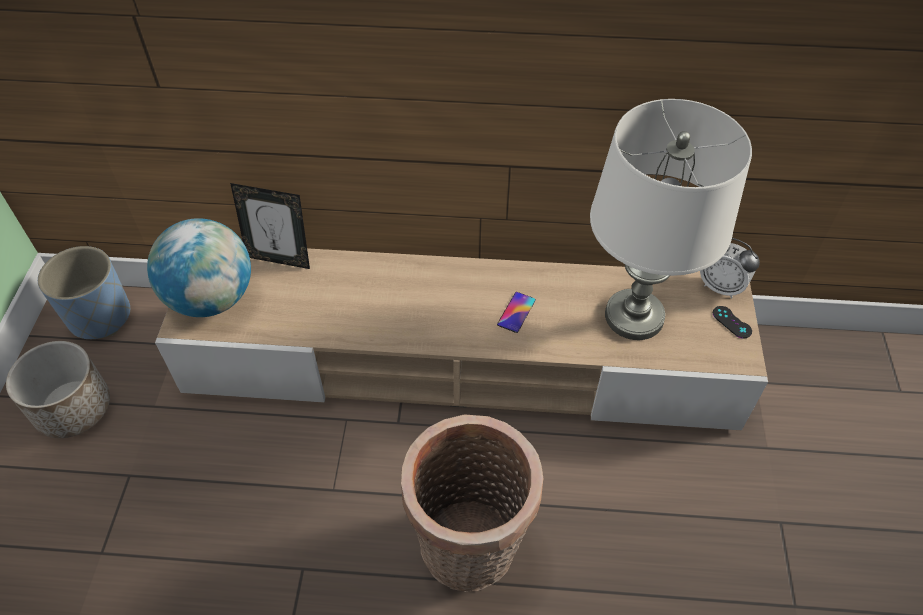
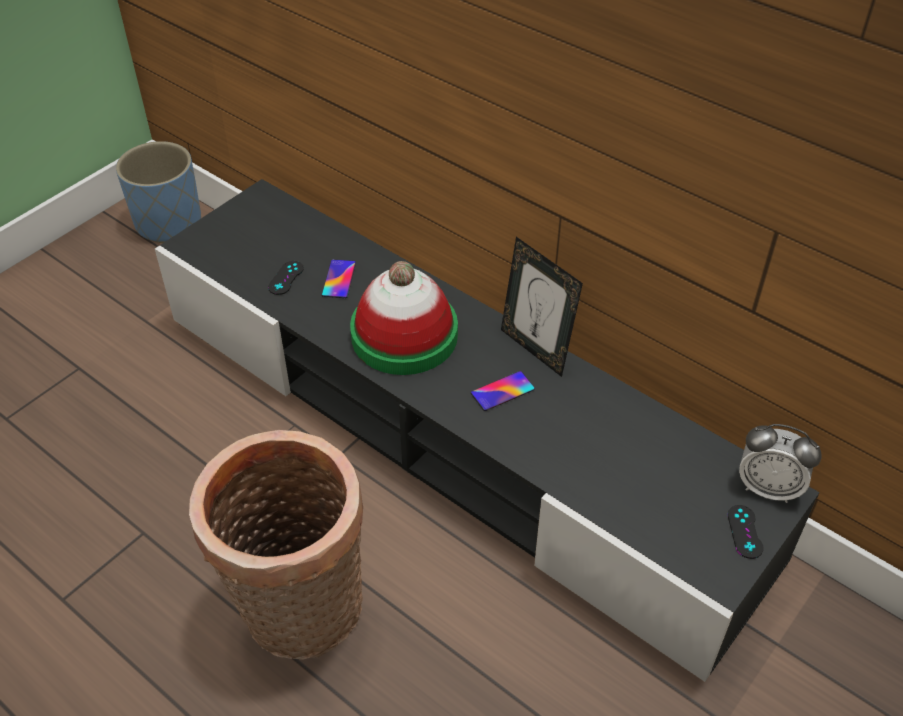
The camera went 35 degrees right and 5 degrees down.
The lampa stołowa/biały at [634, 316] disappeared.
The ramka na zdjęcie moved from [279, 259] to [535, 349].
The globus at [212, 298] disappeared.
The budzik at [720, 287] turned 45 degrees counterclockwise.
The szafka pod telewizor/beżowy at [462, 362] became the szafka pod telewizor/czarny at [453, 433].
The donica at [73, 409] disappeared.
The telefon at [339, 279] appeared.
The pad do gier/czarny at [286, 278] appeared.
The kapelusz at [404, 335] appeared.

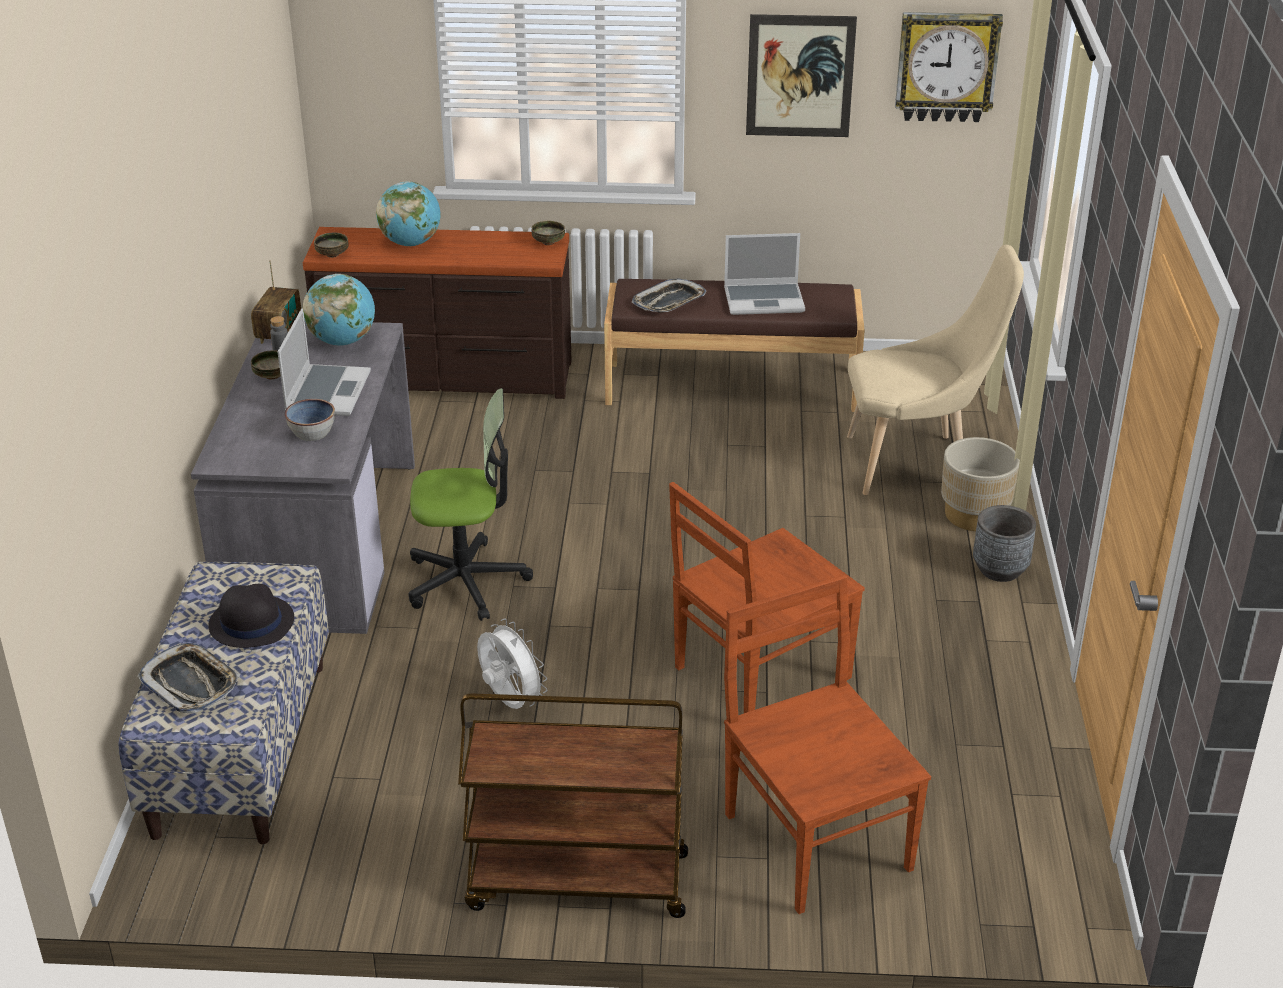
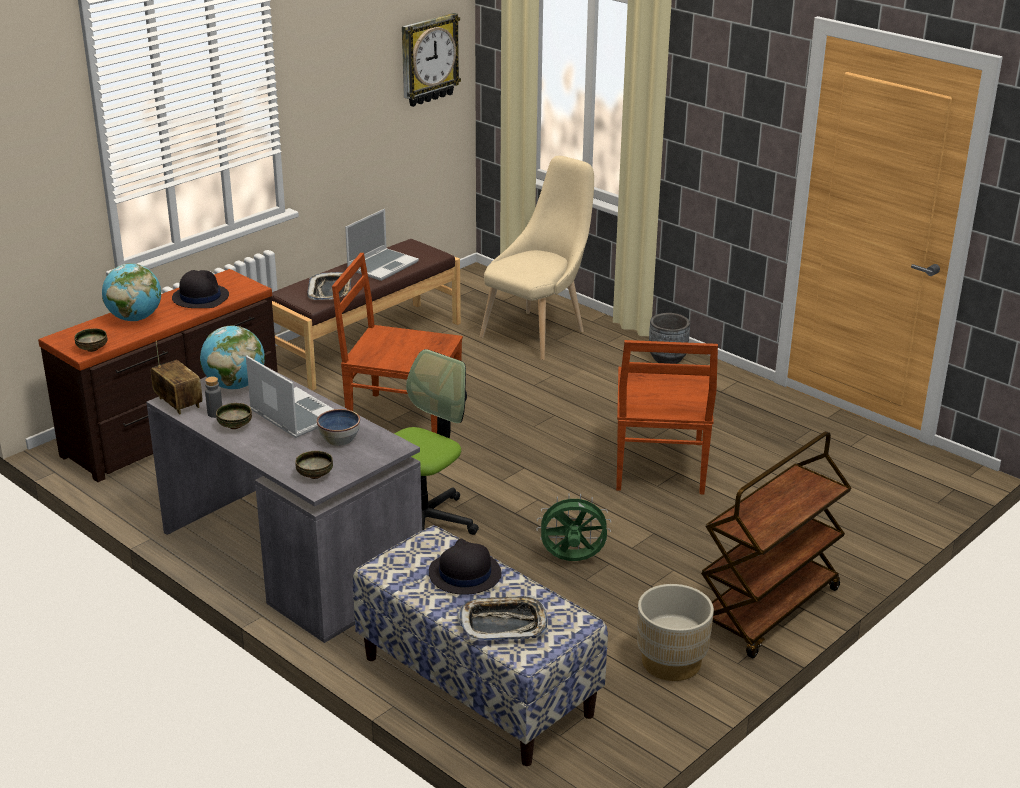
The camera went 50 degrees left and 5 degrees down.
The obraz at [800, 76] disappeared.
The miska moved from [548, 242] to [314, 475].
The donica/beżowy moved from [974, 515] to [671, 662].
The krzesło/brązowy moved from [815, 838] to [401, 418].
The wentylator/biały at [509, 702] became the wentylator/zielony at [572, 560].
The kapelusz/czarny at [200, 297] appeared.

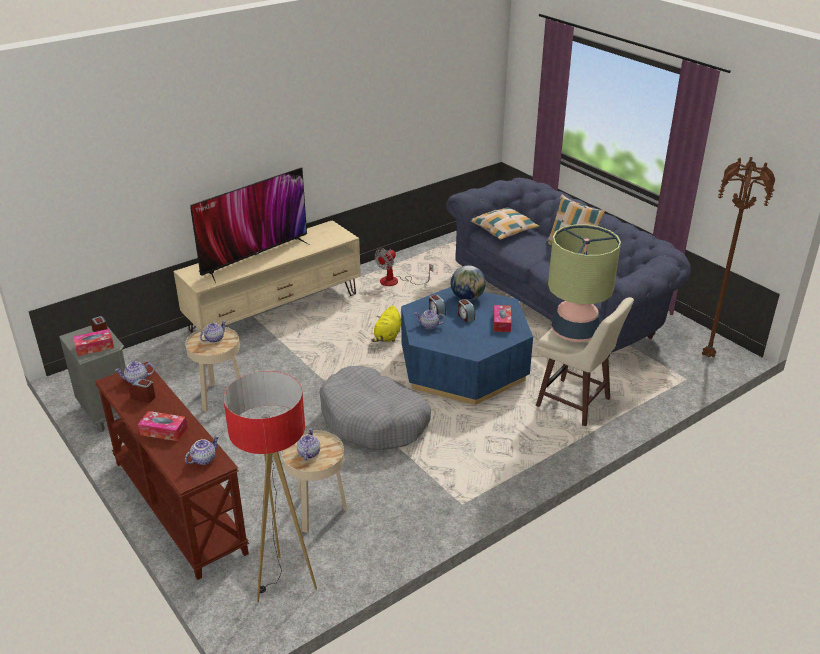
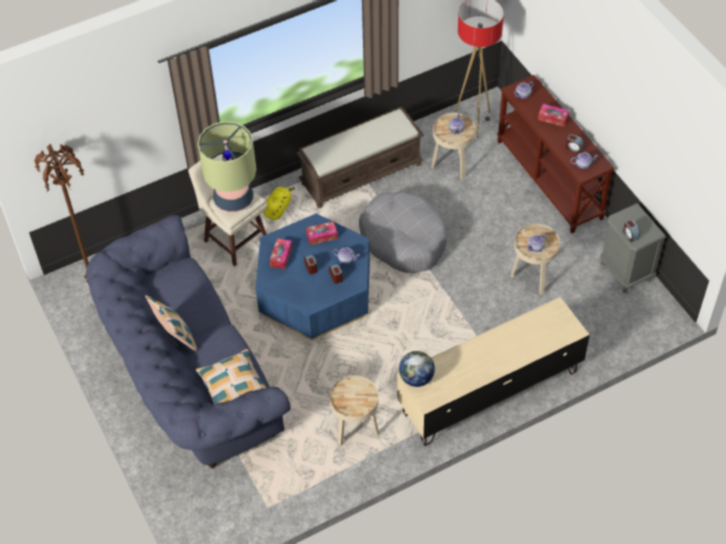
The camera went 170 degrees left and 20 degrees up.
The telewizor at [254, 257] disappeared.
The wentylator at [396, 282] was replaced by the stolik/beżowy at [355, 429].
The globus moved from [467, 298] to [416, 378].
The pluszak/żółty moved from [387, 336] to [278, 209].
The pudełko chusteczek moved from [94, 347] to [322, 236].
The ławka/brązowy at [361, 173] appeared.

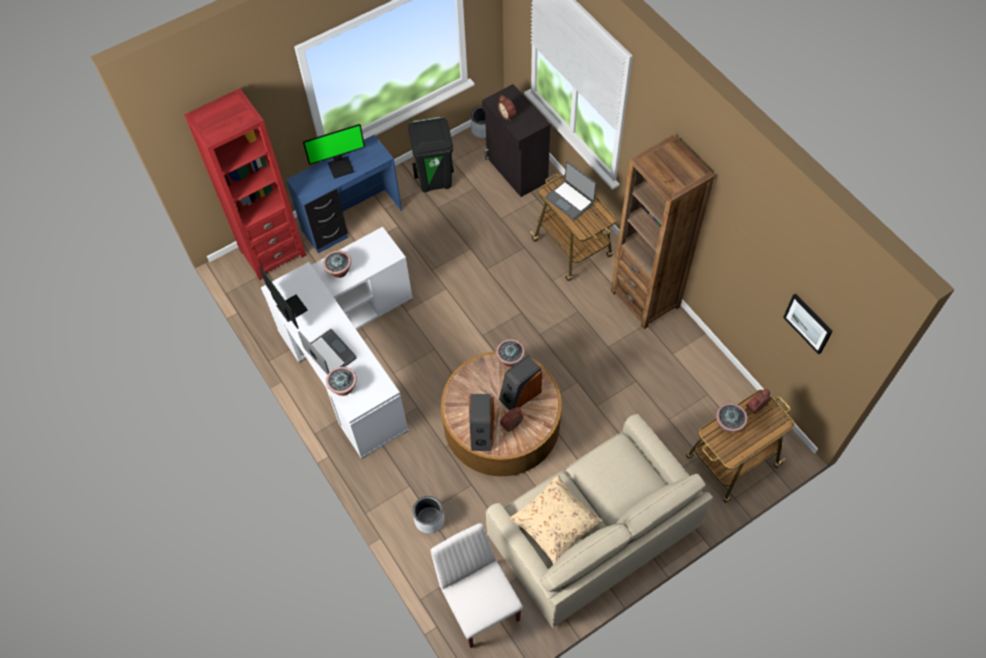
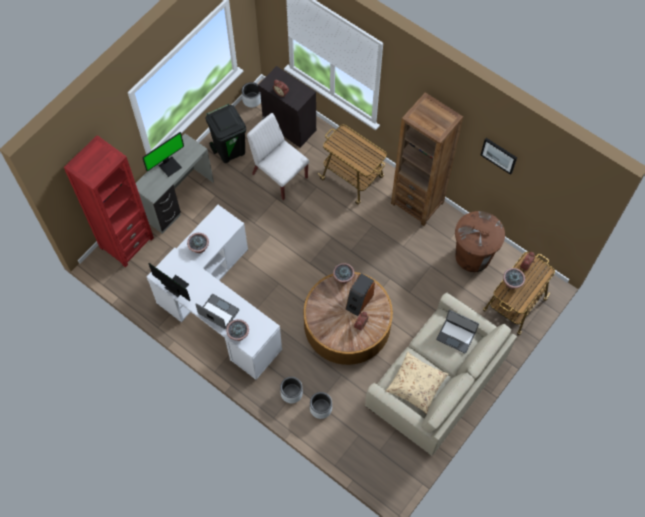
The camera went 20 degrees left and 5 degrees up.
The biurko/niebieski at [352, 221] became the biurko/szary at [179, 200].
The laptop moved from [570, 200] to [456, 335].
The obraz moved from [808, 323] to [499, 155].
The głośnik at [481, 432] disappeared.
The krzesło/biały moved from [478, 603] to [279, 175].
The kosz na śmieci/brązowy at [473, 256] appeared.
The donica/szary at [291, 393] appeared.

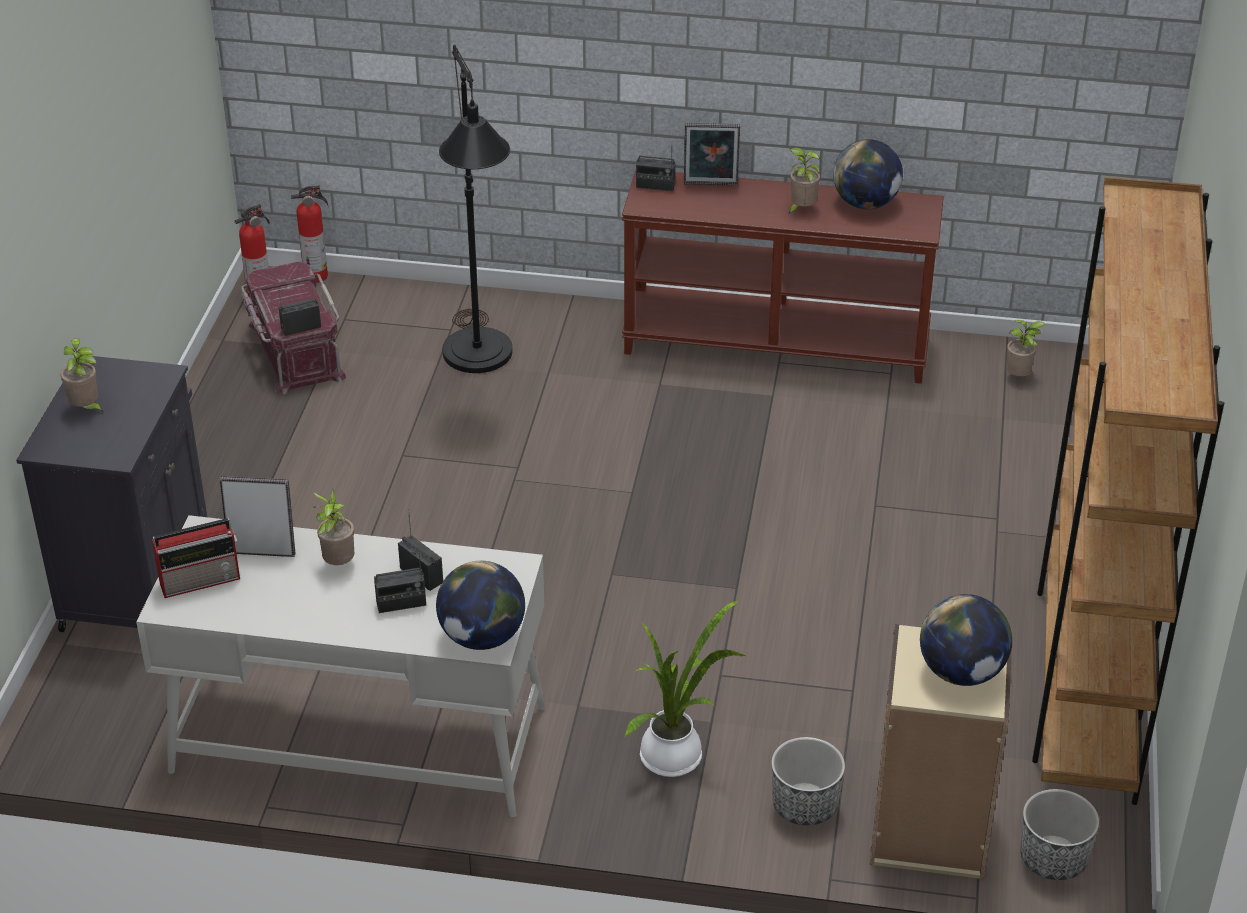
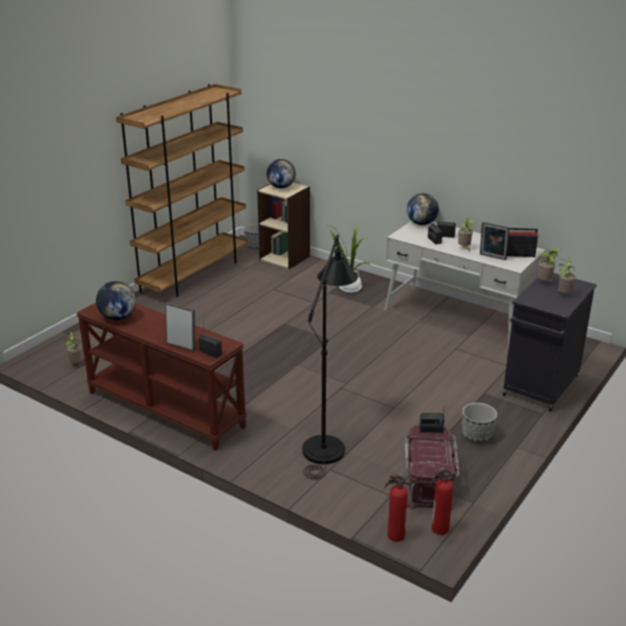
The camera went 155 degrees left and 10 degrees down.
The roślina doniczkowa moved from [801, 209] to [545, 283].
The donica moved from [805, 805] to [476, 435].

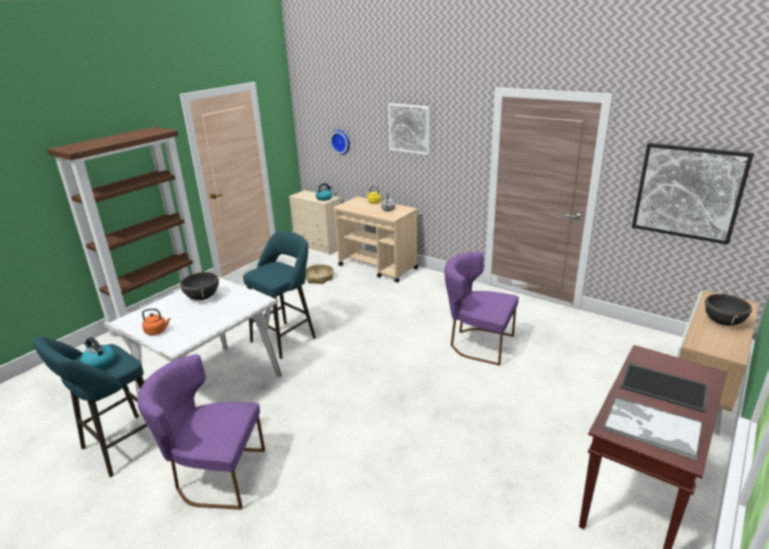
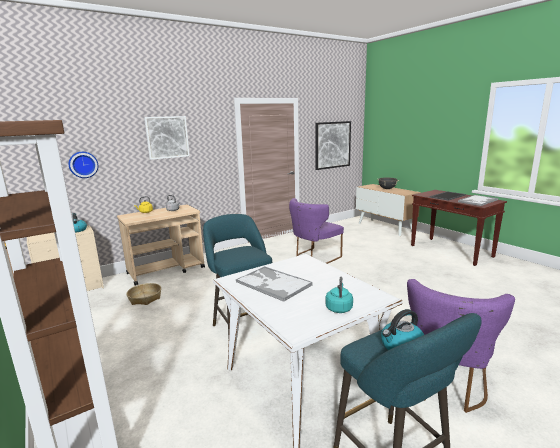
The camera went 70 degrees left and 10 degrees down.
The garnek/czarny at [202, 298] was replaced by the taca at [272, 283].
The czajnik/pomarańczowy at [157, 331] became the czajnik/turkusowy at [339, 308].

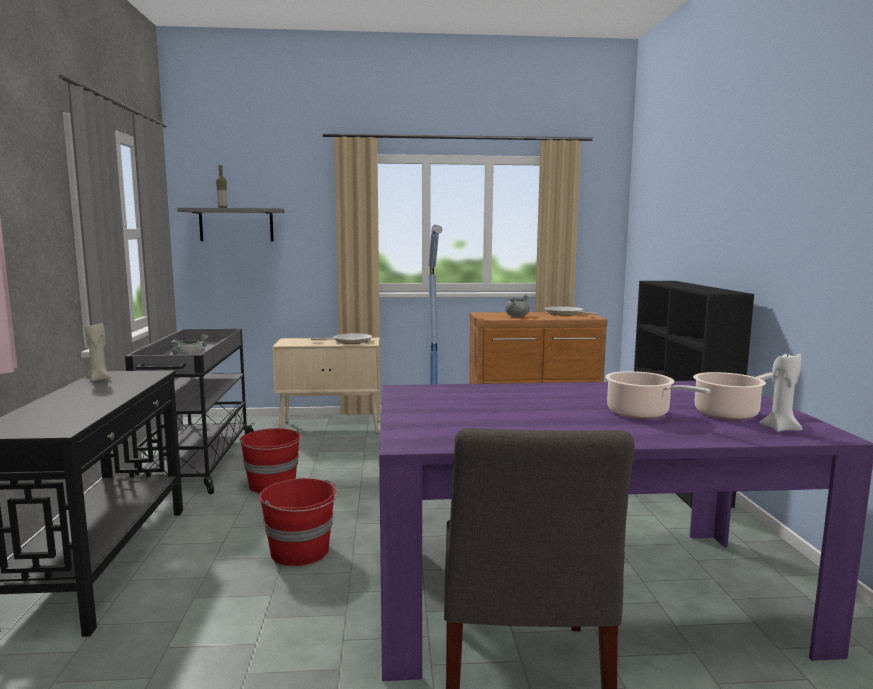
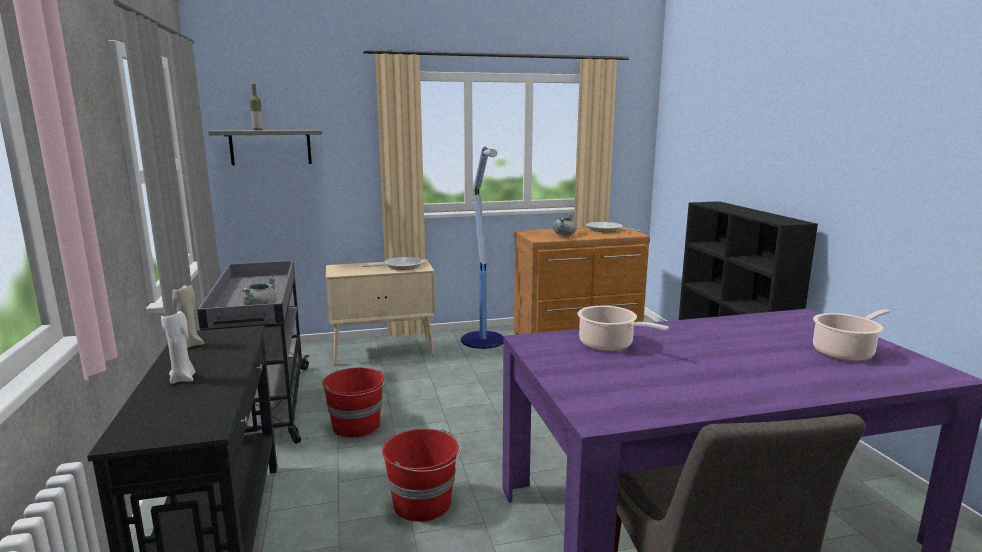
The camera went 10 degrees left and 5 degrees up.
The świeca/biały moved from [780, 429] to [183, 379].
The garnek moved from [641, 413] to [609, 345].

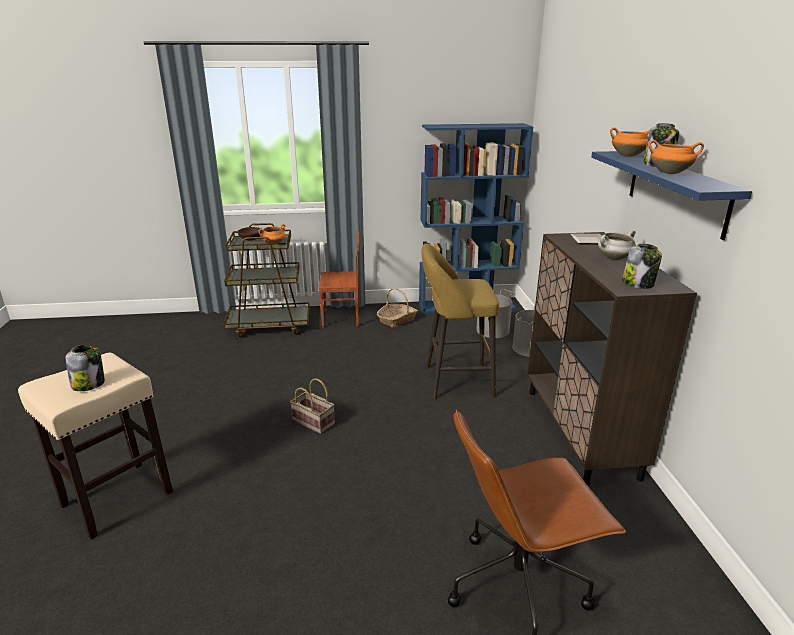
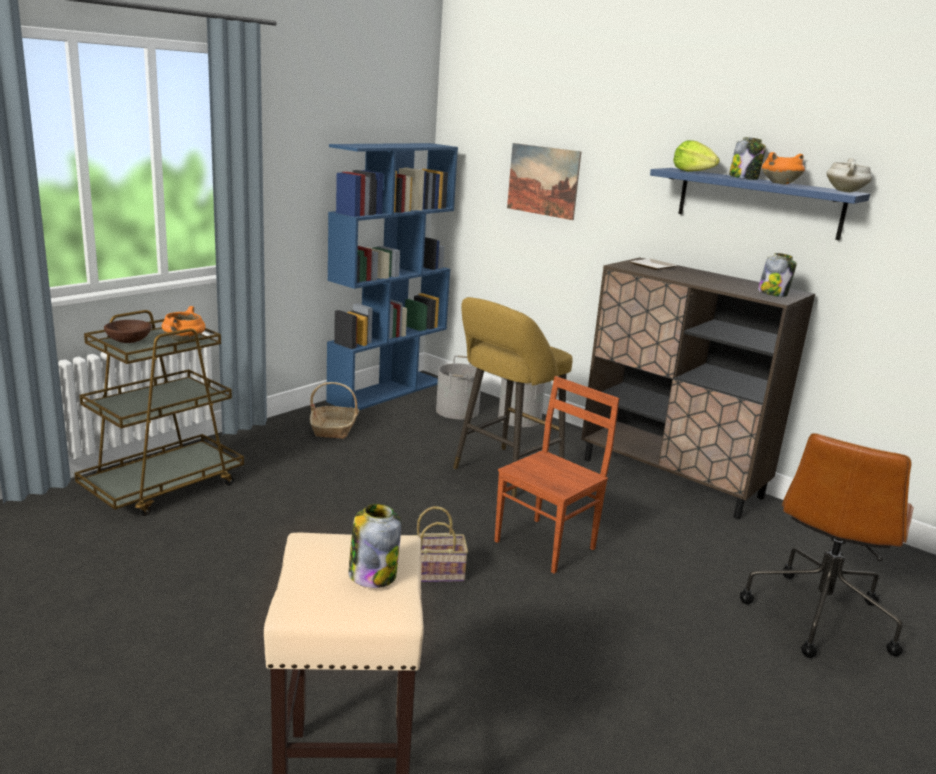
The camera went 45 degrees left and 5 degrees down.
The garnek/pomarańczowy at [628, 155] was replaced by the sałata at [692, 171].
The garnek/biały moved from [614, 258] to [846, 191].
The krzesło/brązowy moved from [342, 318] to [547, 545].
The obraz at [543, 181] appeared.

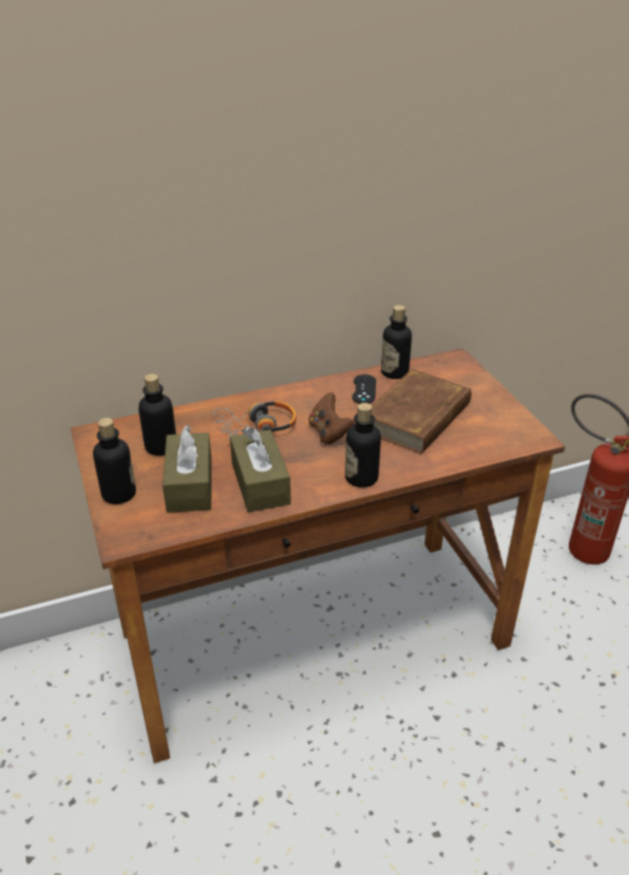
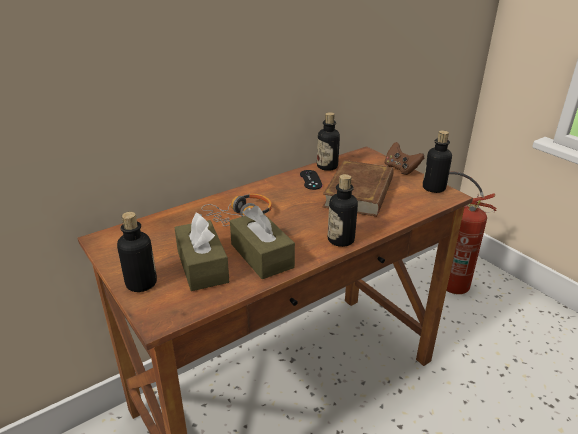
The camera went 15 degrees left and 5 degrees down.
The butelka moved from [161, 447] to [433, 188].
The pad do gier/brązowy moved from [329, 433] to [401, 169].

